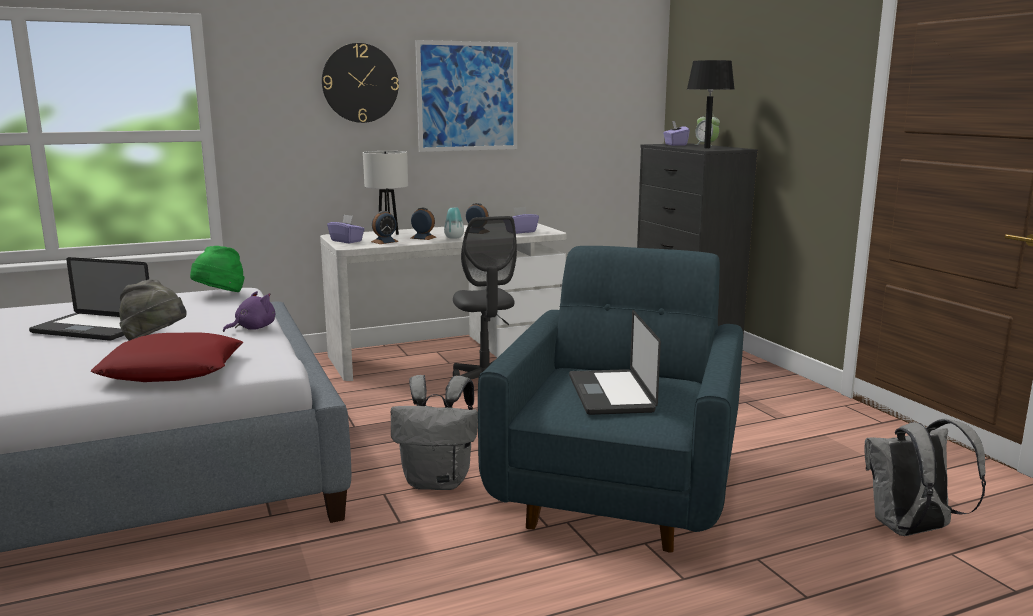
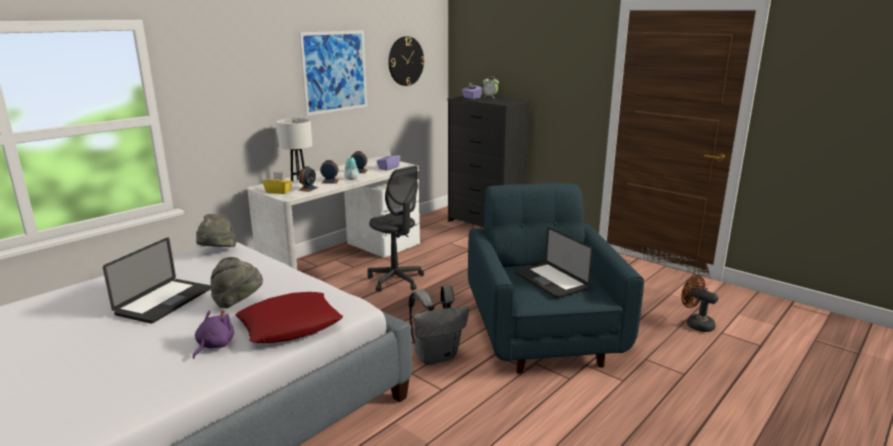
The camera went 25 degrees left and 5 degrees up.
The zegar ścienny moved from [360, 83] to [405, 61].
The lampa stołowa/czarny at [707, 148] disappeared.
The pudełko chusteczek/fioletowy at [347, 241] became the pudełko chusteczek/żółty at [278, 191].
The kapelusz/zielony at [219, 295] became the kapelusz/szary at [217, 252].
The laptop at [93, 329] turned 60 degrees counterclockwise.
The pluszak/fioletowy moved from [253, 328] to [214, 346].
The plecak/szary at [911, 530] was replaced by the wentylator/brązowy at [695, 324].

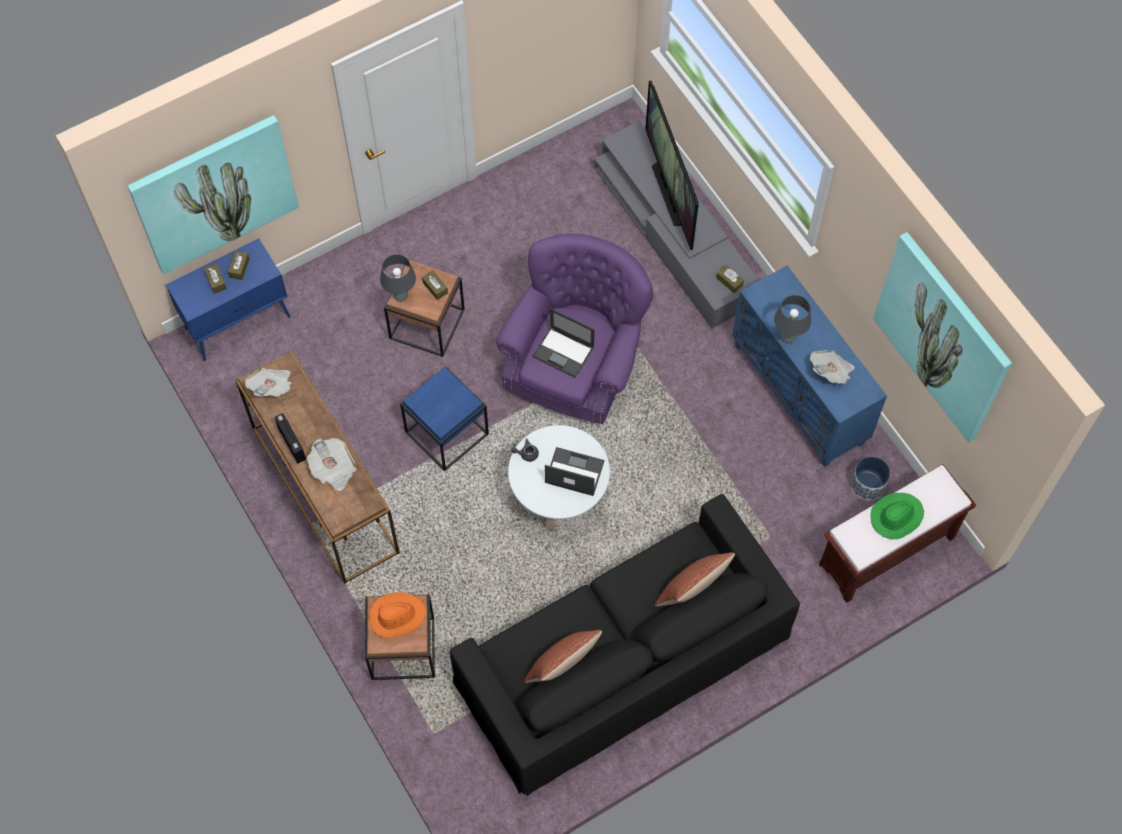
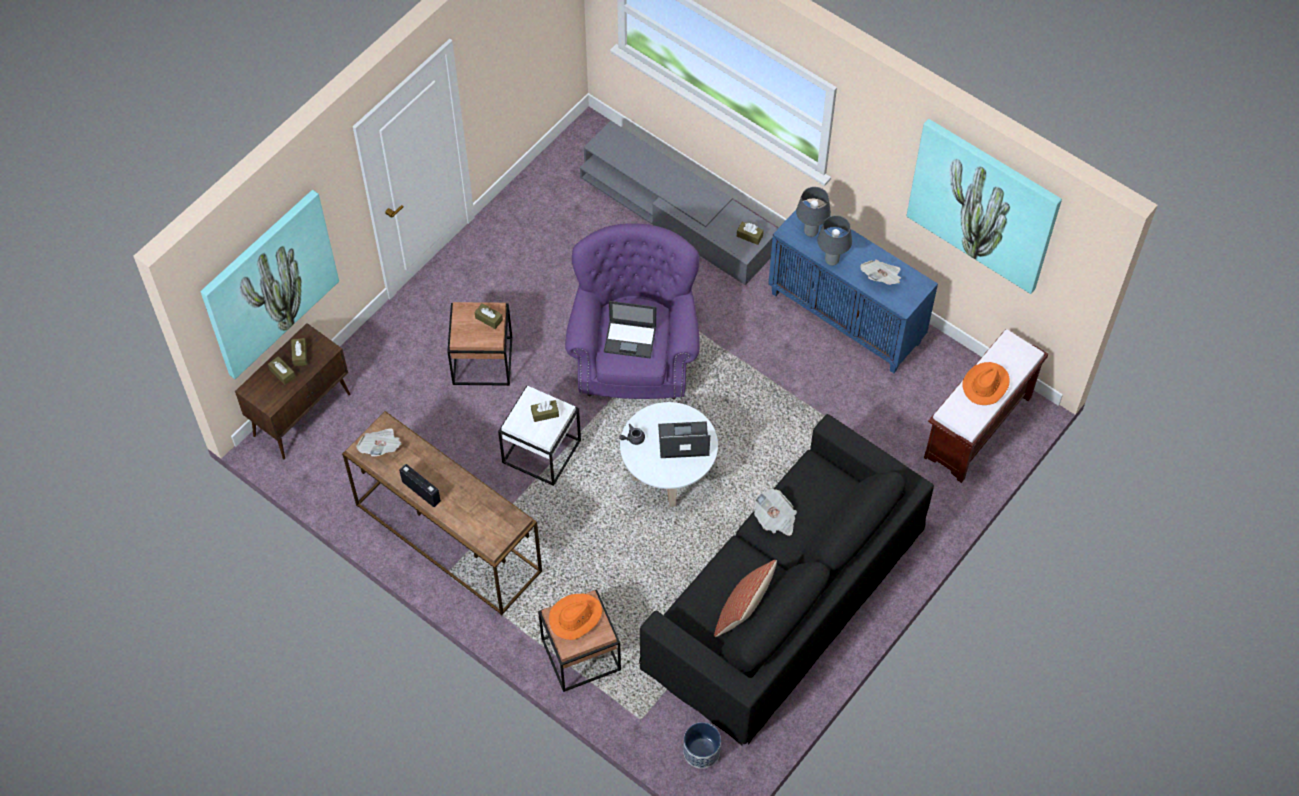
The camera went 20 degrees left and 5 degrees down.
The telewizor at [670, 193] disappeared.
The szafka/niebieski at [239, 322] became the szafka/brązowy at [302, 414].
The lampa stołowa/szary moved from [401, 296] to [811, 232].
The stolik/niebieski at [447, 432] became the stolik/biały at [541, 451].
The gazeta moved from [333, 469] to [775, 519].
The donica moved from [868, 485] to [701, 751].
The kapelusz/zielony at [896, 516] became the kapelusz/pomarańczowy at [985, 384].
The poduszka at [691, 591] disappeared.
The pudełko chusteczek/brązowy at [545, 413] appeared.

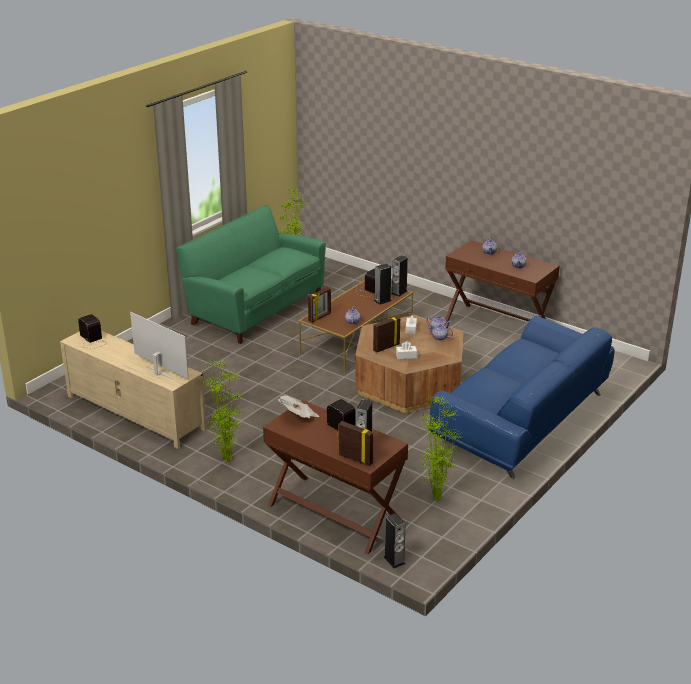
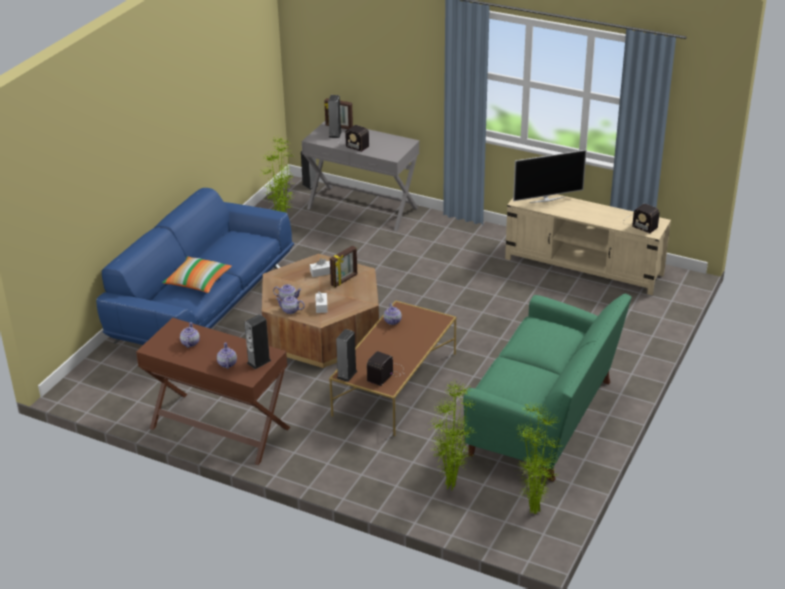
The camera went 170 degrees right and 5 degrees up.
The głośnik moved from [382, 300] to [259, 362].
The ramka na zdjęcie at [320, 317] disappeared.
The telewizor at [158, 373] turned 45 degrees counterclockwise.
The roślina doniczkowa moved from [225, 459] to [452, 486].
The gazeta at [299, 416] disappeared.
The stolik konsolowy/brązowy at [334, 514] became the stolik konsolowy/szary at [362, 208].
The poduszka at [198, 282] appeared.

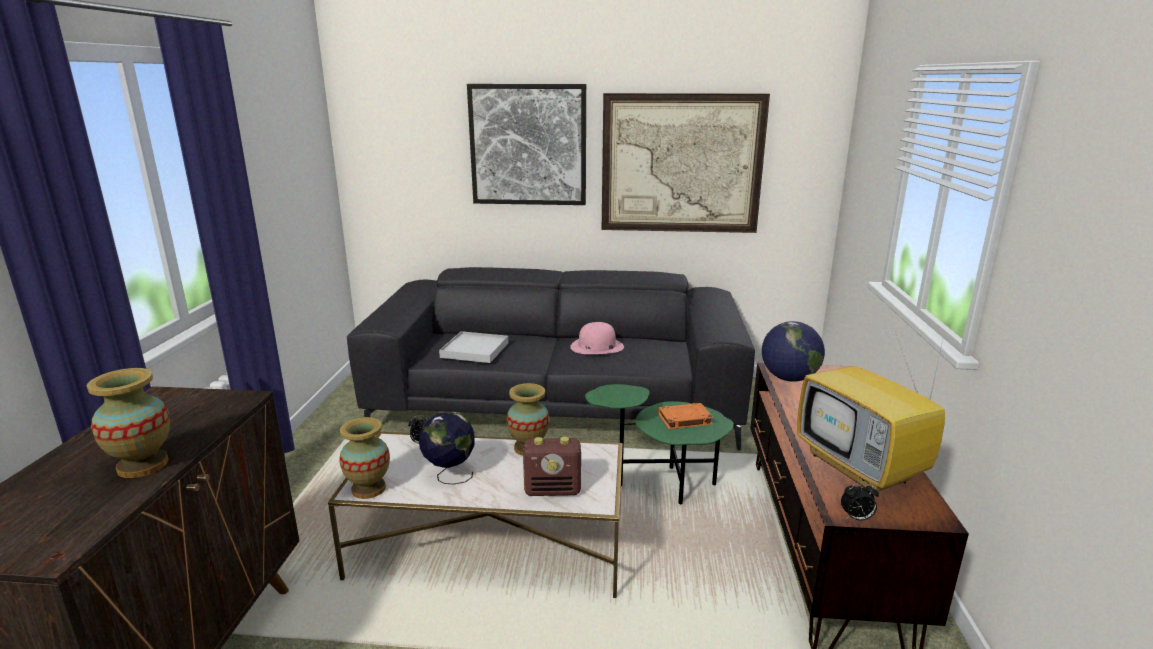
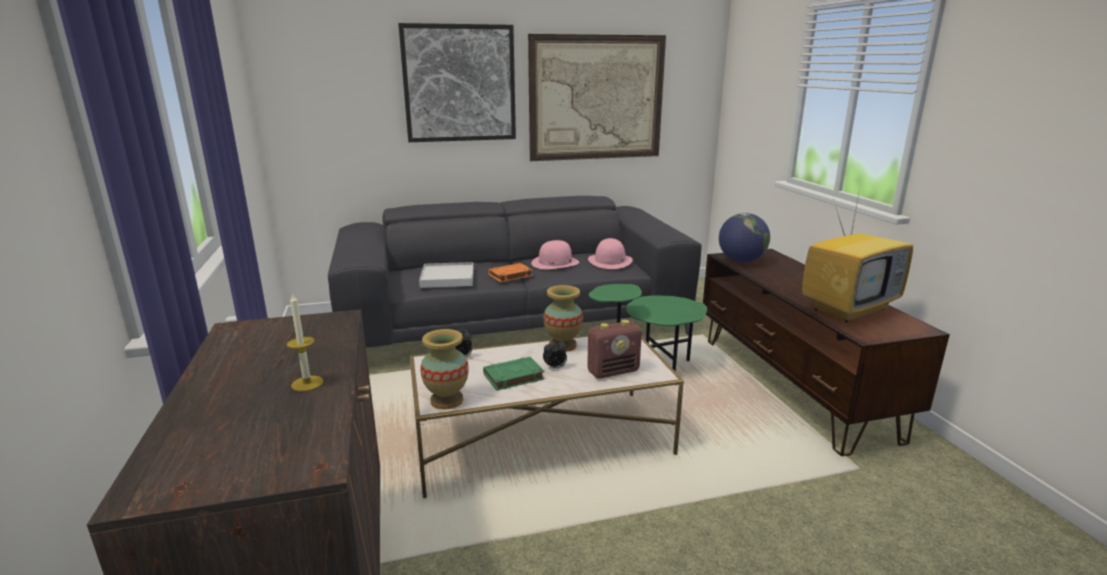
The camera went 20 degrees left and 0 degrees up.
The telewizor at [862, 469] turned 75 degrees counterclockwise.
The wazon at [142, 466] was replaced by the świeca at [307, 383].
The książka/pomarańczowy moved from [684, 419] to [510, 275].
The globus at [449, 476] was replaced by the książka/zielony at [513, 377].
The budzik moved from [856, 518] to [555, 368].
The kapelusz/różowy at [610, 261] appeared.

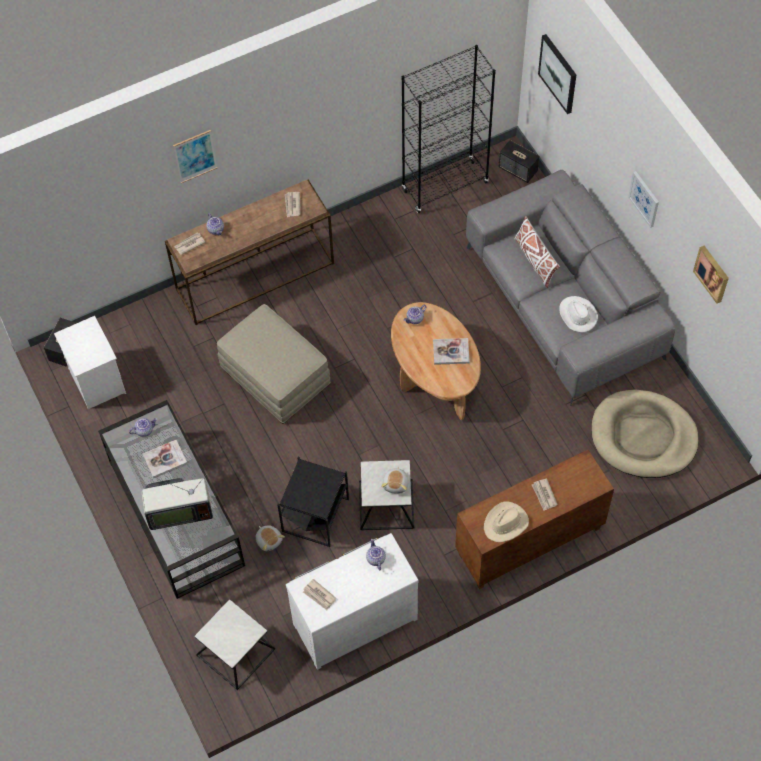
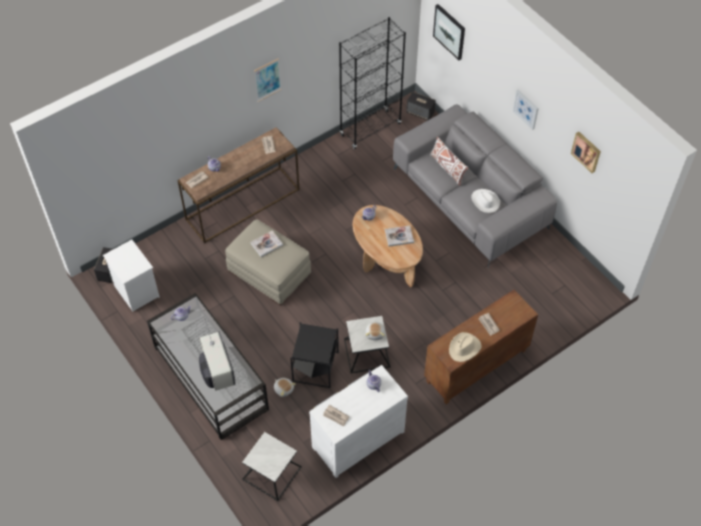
The camera went 10 degrees left and 5 degrees down.
The obraz moved from [195, 156] to [267, 80].
The legowisko/beżowy at [643, 436] disappeared.
The książka moved from [165, 459] to [266, 244].
The telewizor at [178, 511] turned 90 degrees counterclockwise.

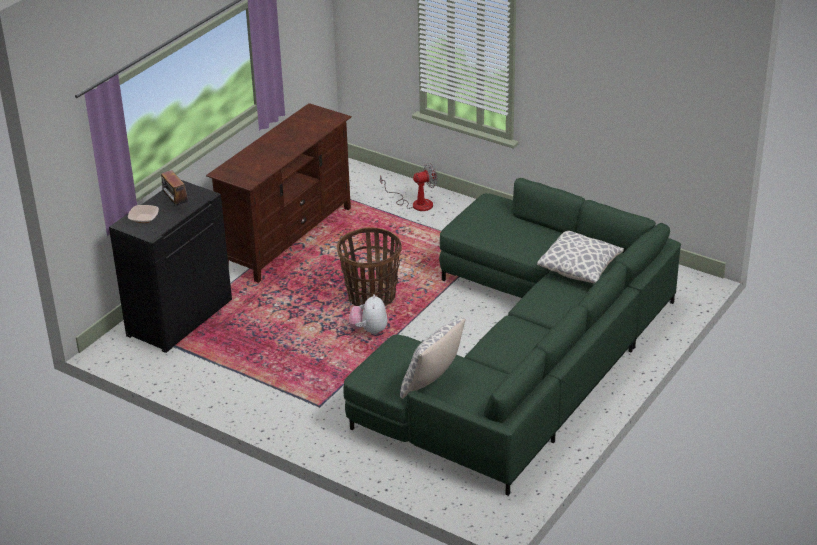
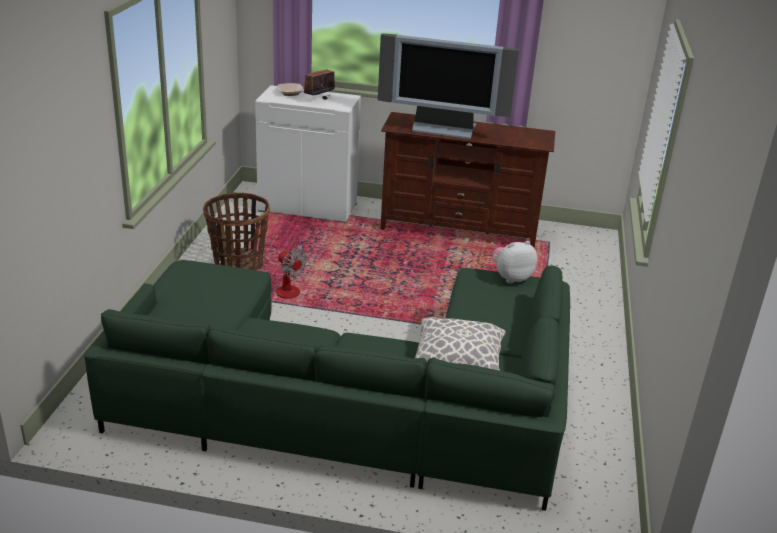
The camera went 65 degrees right and 5 degrees down.
The wentylator moved from [415, 203] to [290, 288].
The szafka/czarny at [179, 317] became the szafka/biały at [308, 207].
The koszyk moved from [371, 296] to [238, 263].
The pluszak moved from [369, 330] to [511, 278].
The poduszka at [432, 385] disappeared.
The telewizor at [444, 129] appeared.

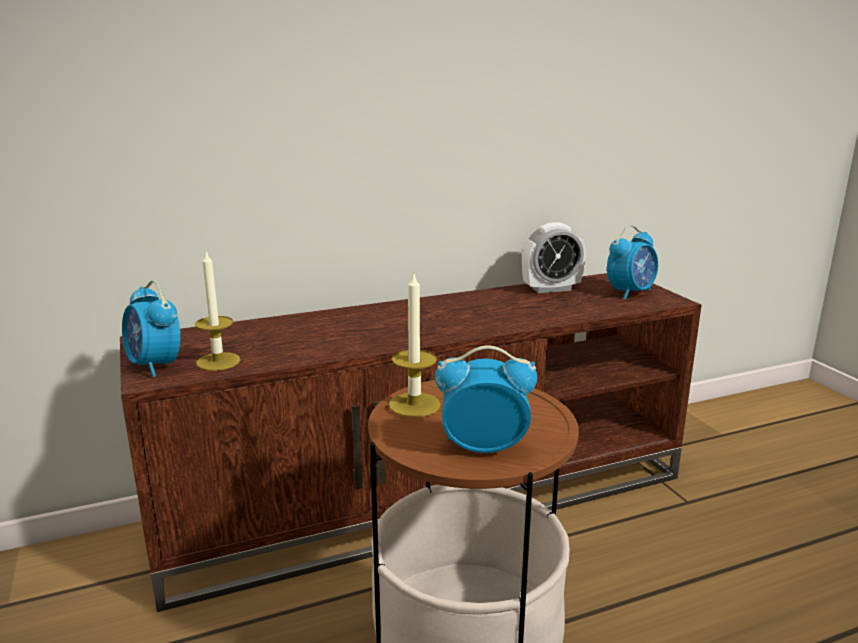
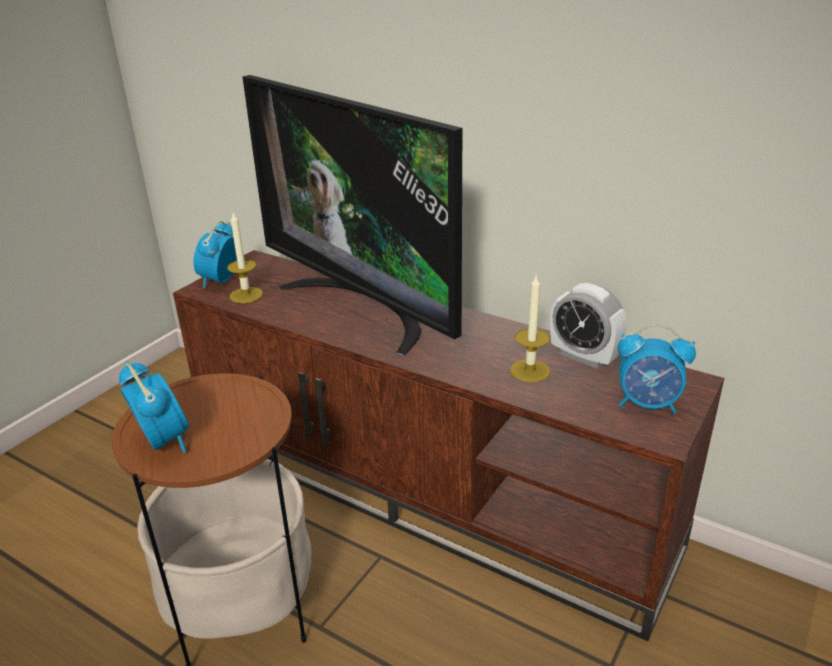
The camera went 55 degrees right and 10 degrees up.
The świeca moved from [414, 405] to [530, 371].
The telewizor at [364, 307] appeared.

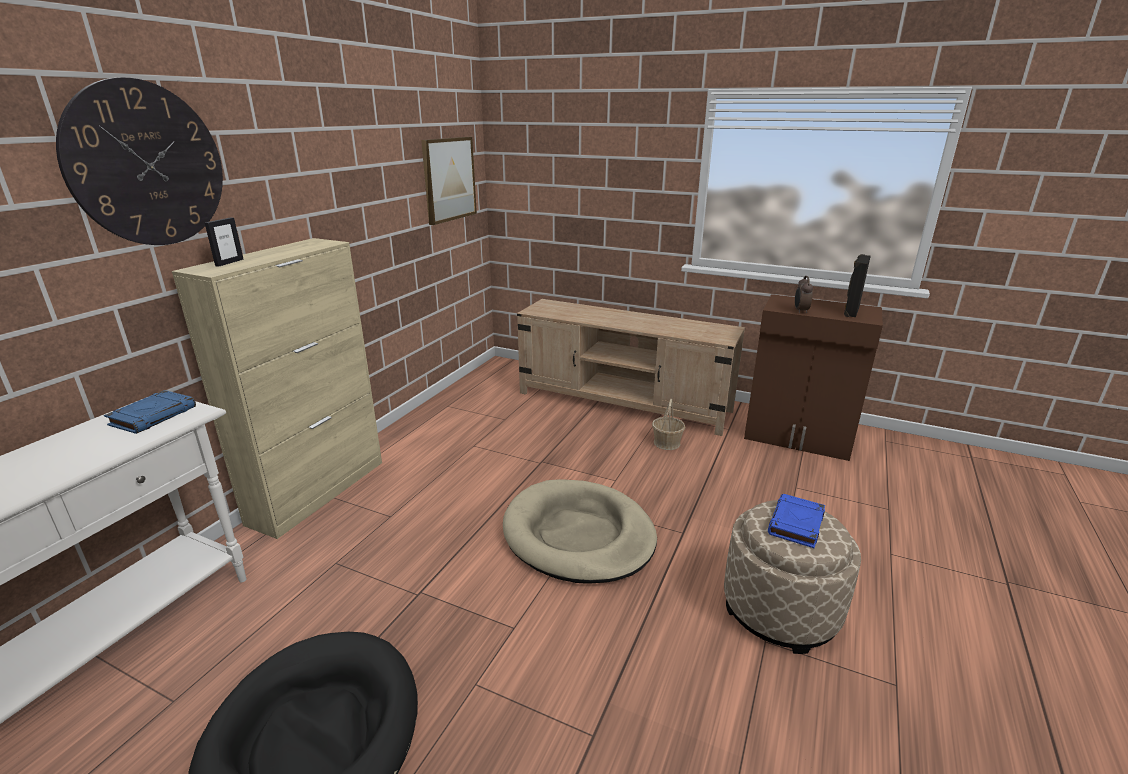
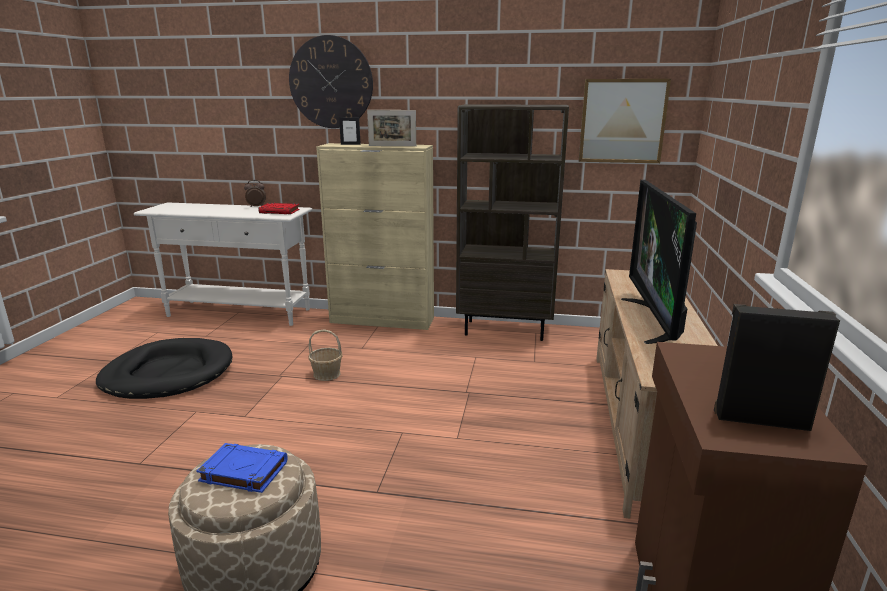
The camera went 75 degrees right and 5 degrees down.
The budzik moved from [800, 311] to [256, 207].
The książka/niebieski at [154, 416] became the książka/czerwony at [280, 211].
The koszyk moved from [667, 443] to [327, 374].
The legowisko/beżowy at [578, 535] disappeared.
The regał/brązowy at [505, 330] appeared.
The ramka na zdjęcie at [392, 146] appeared.
The telewizor at [655, 320] appeared.

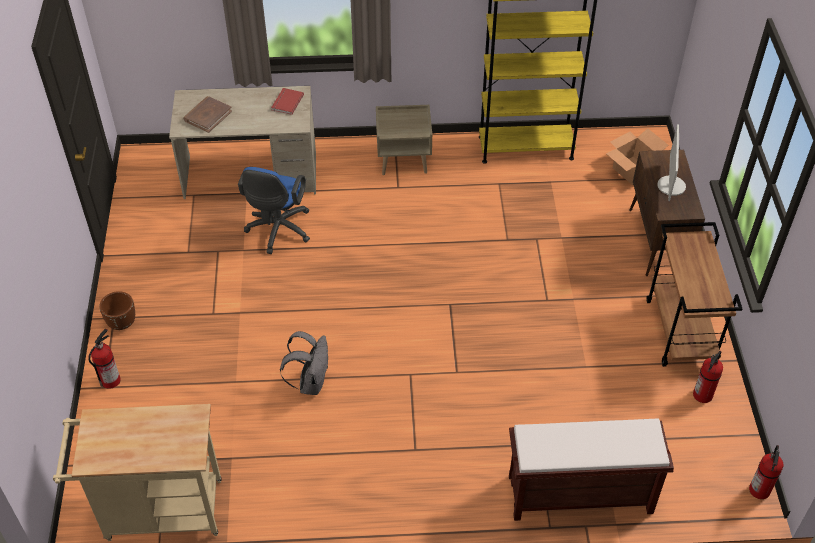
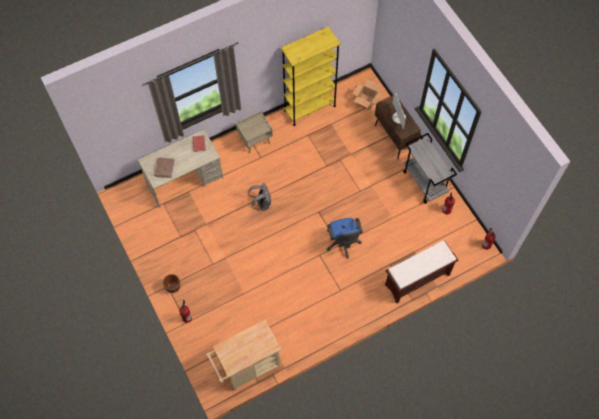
The camera went 25 degrees left and 15 degrees up.
The krzesło biurowe/niebieski moved from [278, 231] to [343, 243].
The wózek/brązowy at [681, 332] became the wózek/szary at [425, 182].
The plecak/szary moved from [310, 382] to [262, 203].

